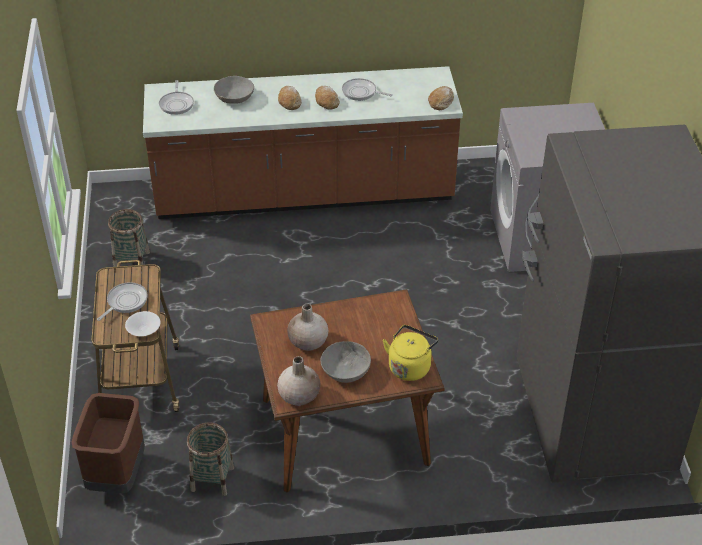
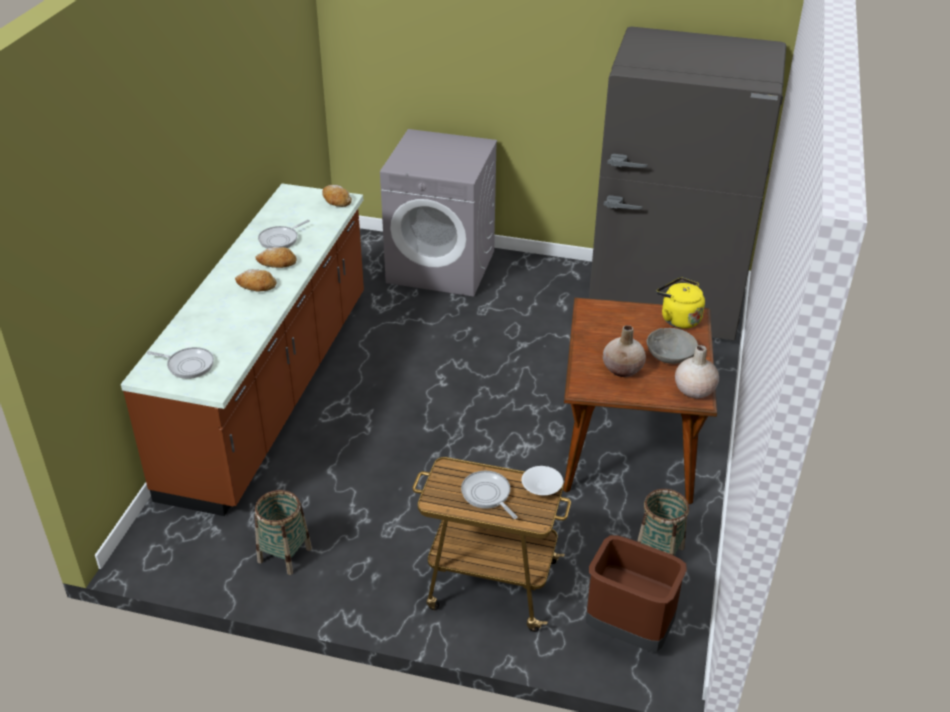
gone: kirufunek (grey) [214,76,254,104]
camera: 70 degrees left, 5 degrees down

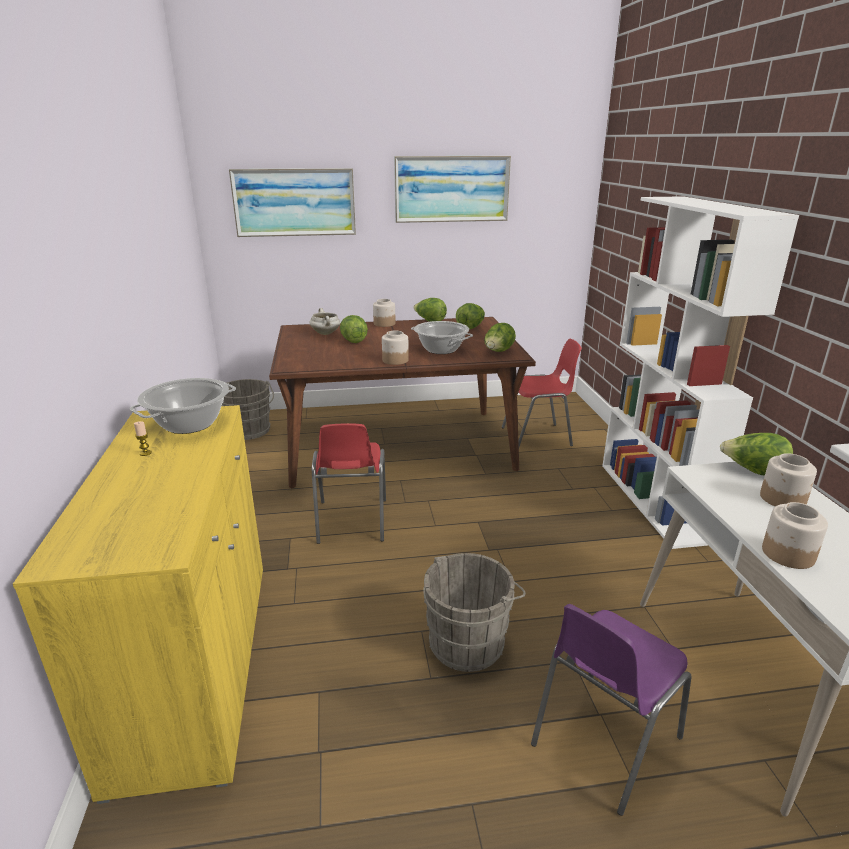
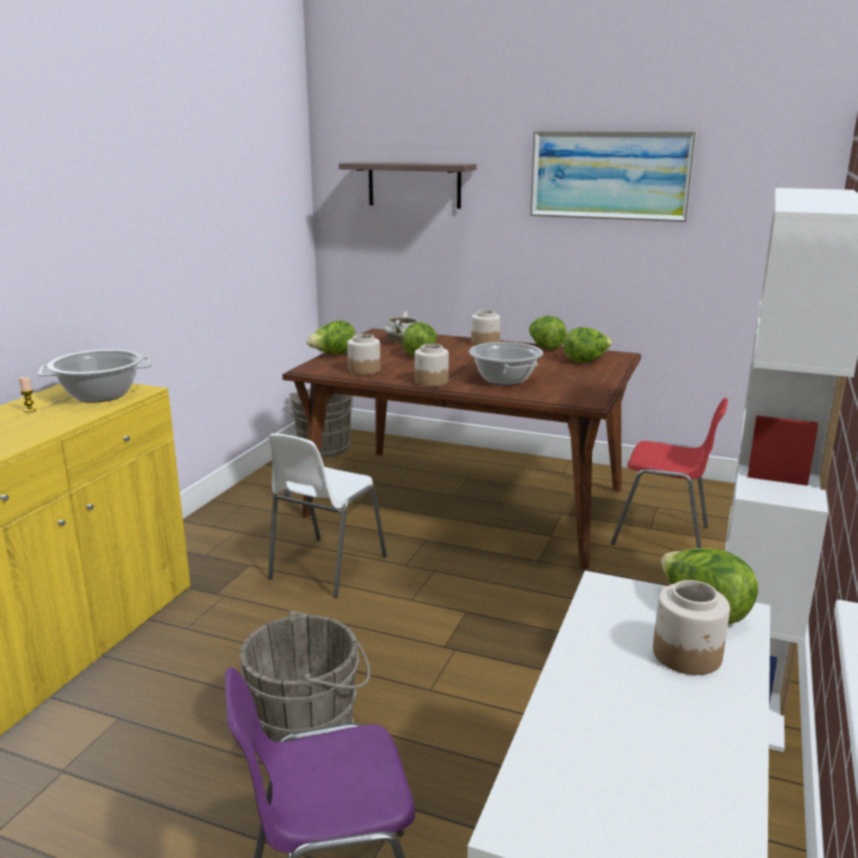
shifted: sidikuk [484,323,516,352] to [307,320,356,355]; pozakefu [762,502,828,569] to [347,334,380,375]
swapped: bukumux [229,168,356,237] to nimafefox [339,162,477,209]
repainted: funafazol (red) [312,423,386,544] to funafazol (white) [268,433,387,598]
camera: 30 degrees right, 5 degrees down

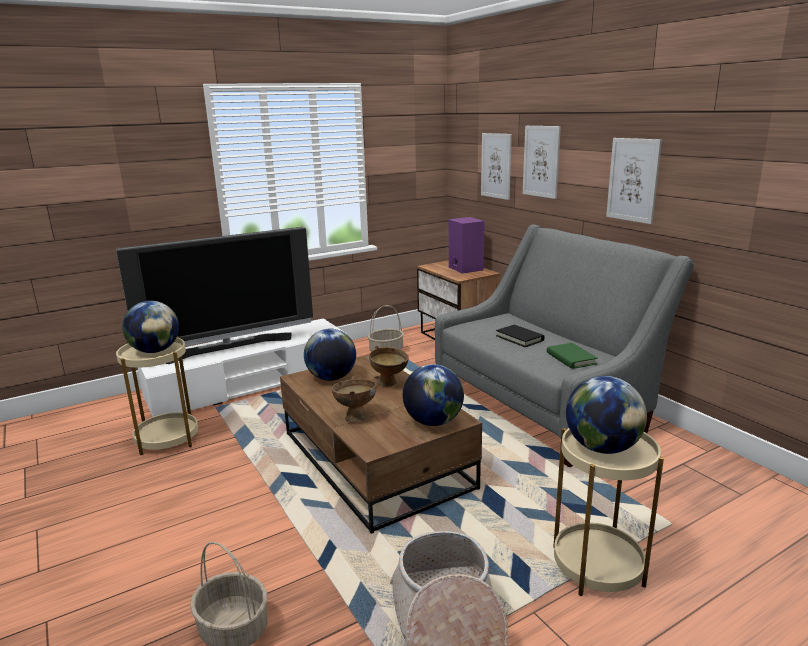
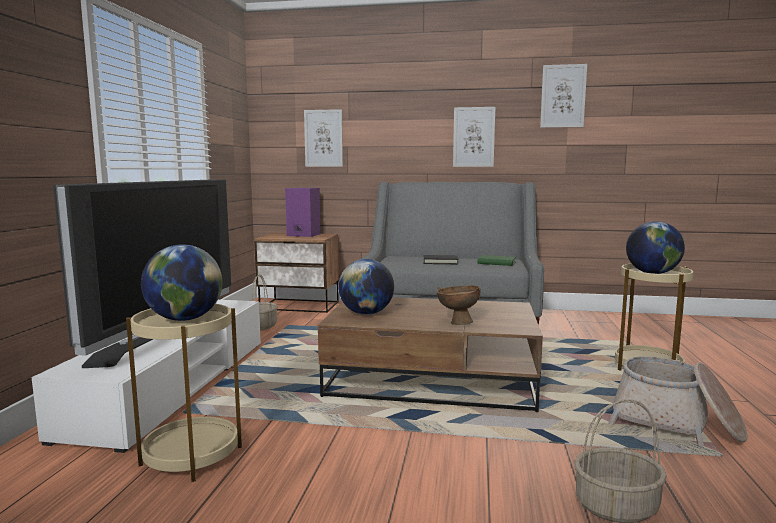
gone: kirufunek (brown) [369,346,409,387]; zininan [403,364,464,426]
shifted: bukumux [523,126,561,199] to [540,64,587,128]
camera: 50 degrees left, 10 degrees down

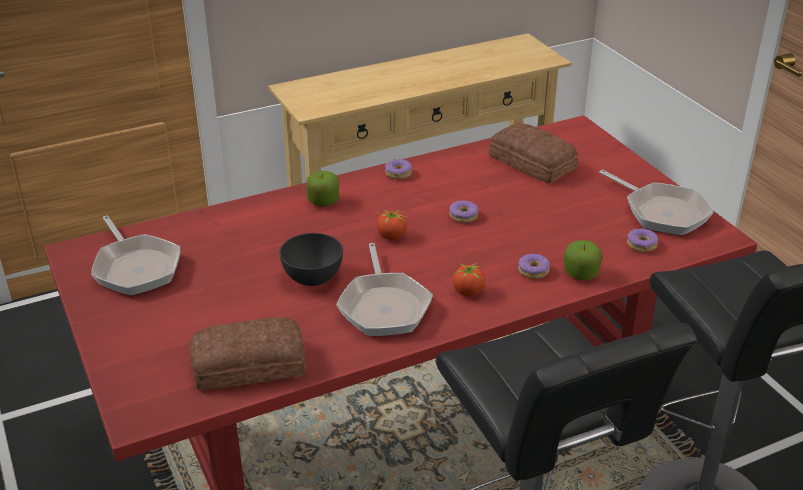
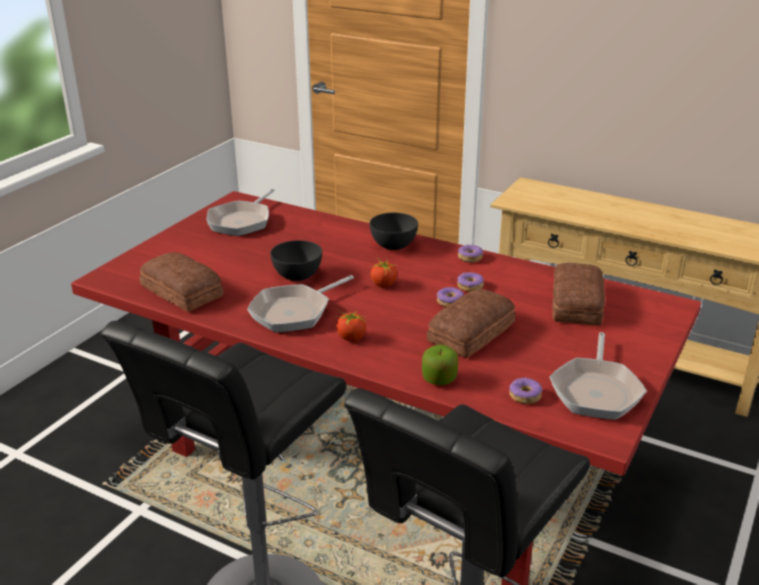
new: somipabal [427,289,515,358]
shifted: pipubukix [518,254,550,279] to [457,272,484,292]
swapped: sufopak [305,171,339,207] to kirufunek (grey) [370,213,418,250]
camera: 55 degrees right, 5 degrees down

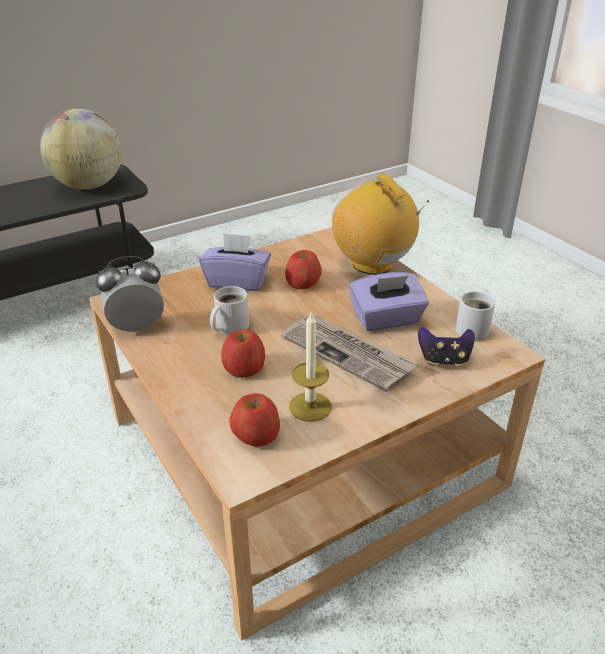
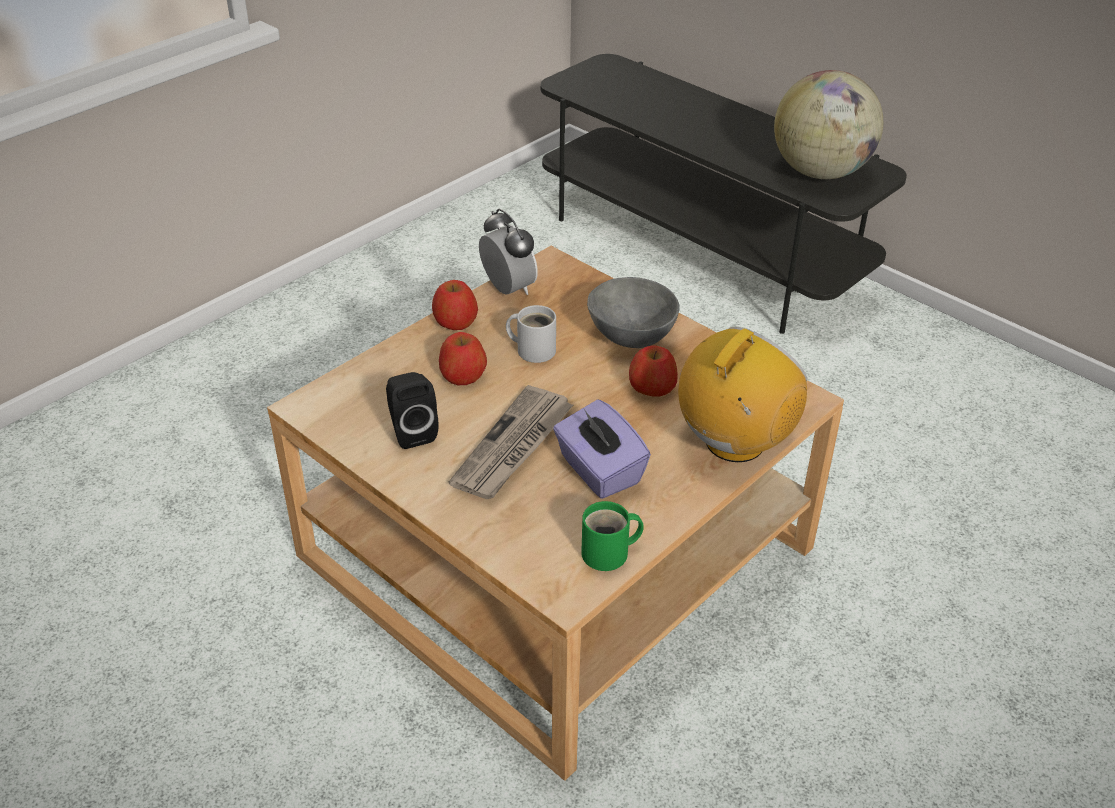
gone: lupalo [418,327,475,366]
shifted: sufopak [229,393,280,447] to [432,280,478,330]
swapped: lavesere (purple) [199,233,271,291] to kirufunek (grey) [587,277,680,348]; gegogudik [289,312,332,422] to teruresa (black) [386,372,438,449]
repainted: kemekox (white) [456,291,495,341] to kemekox (green) [581,501,644,571]
camera: 75 degrees right, 5 degrees up

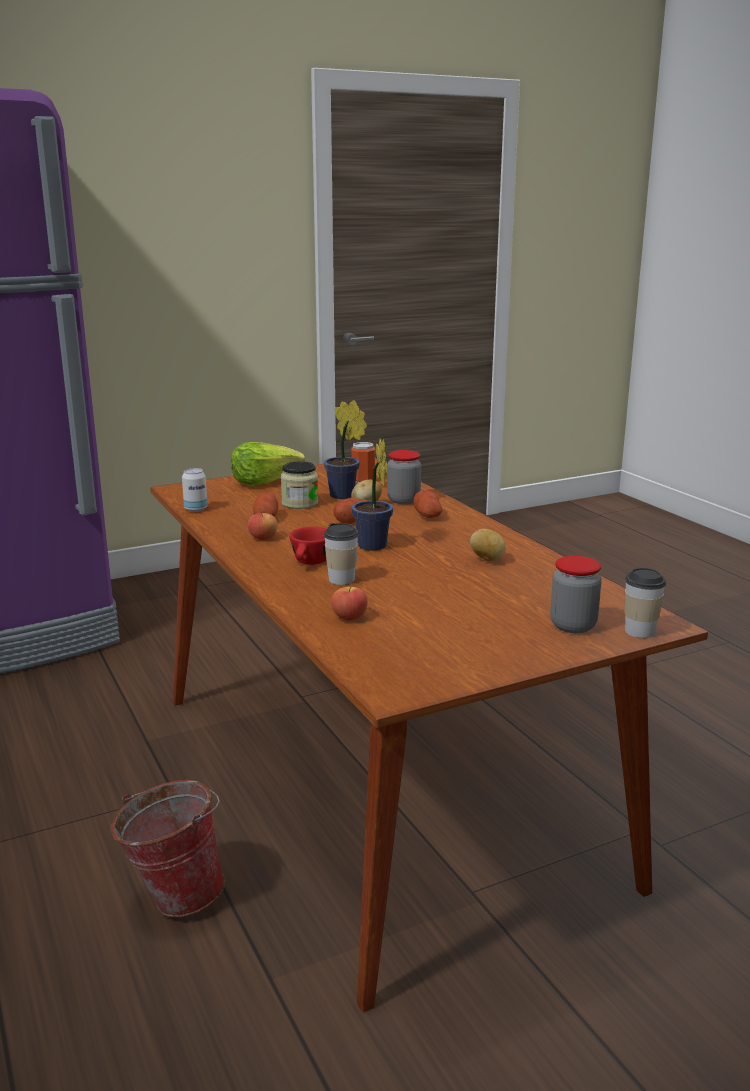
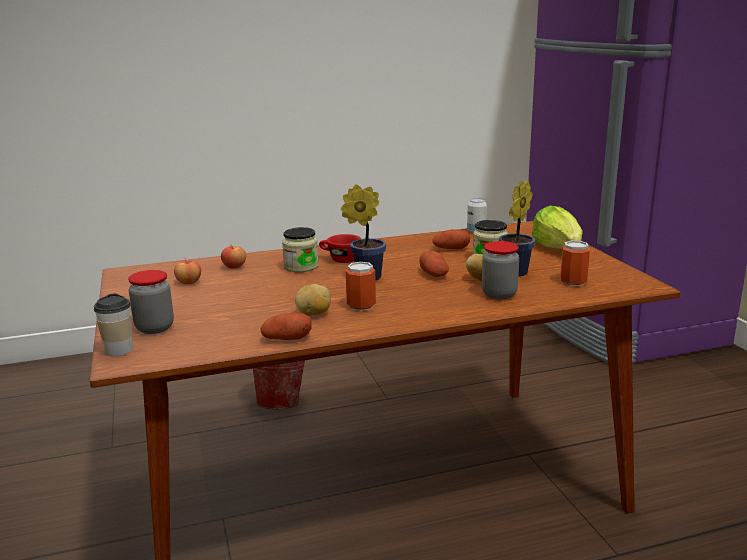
new: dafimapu [346,262,376,311]
shifted: sufopak [248,511,278,540] to [174,258,201,284]; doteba [414,490,442,518] to [261,313,311,340]
swapped: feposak [324,523,359,585] to pozakefu [282,227,319,272]
camera: 100 degrees right, 0 degrees up

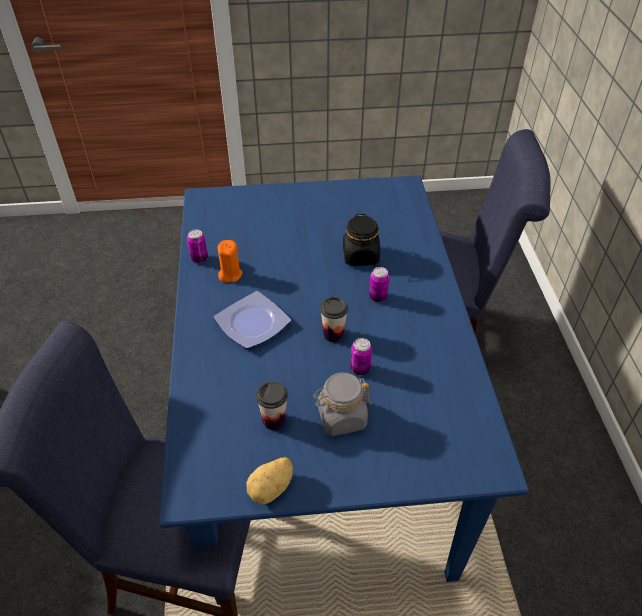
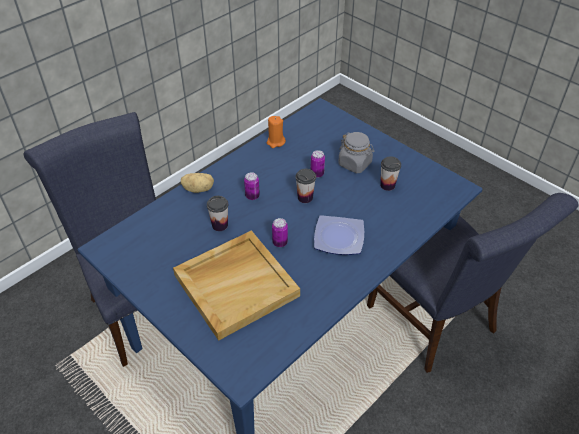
new: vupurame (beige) [173,230,300,341]
shifted: dafimapu [187,229,208,263] to [272,218,288,247]; gegogudik (orange) [217,240,242,283] to [267,116,286,148]; doteba [246,457,293,505] to [181,173,214,193]
swapped: pozakefu (black) [343,214,380,266] to feposak [207,196,228,231]
camera: 130 degrees left, 0 degrees up

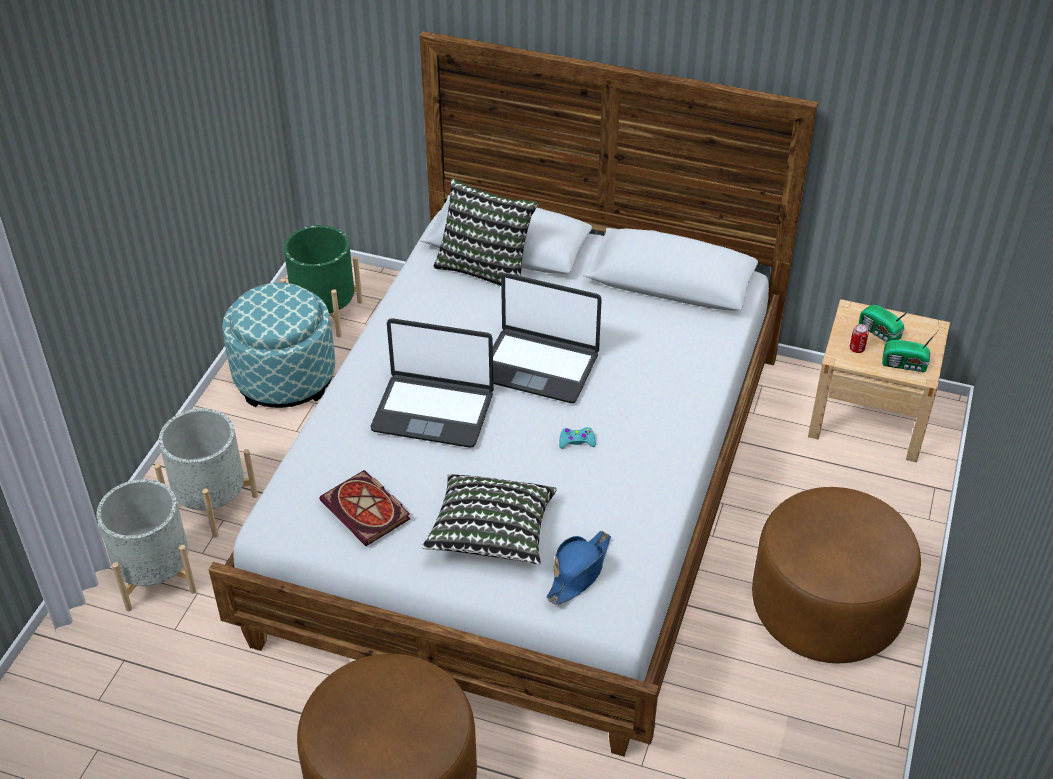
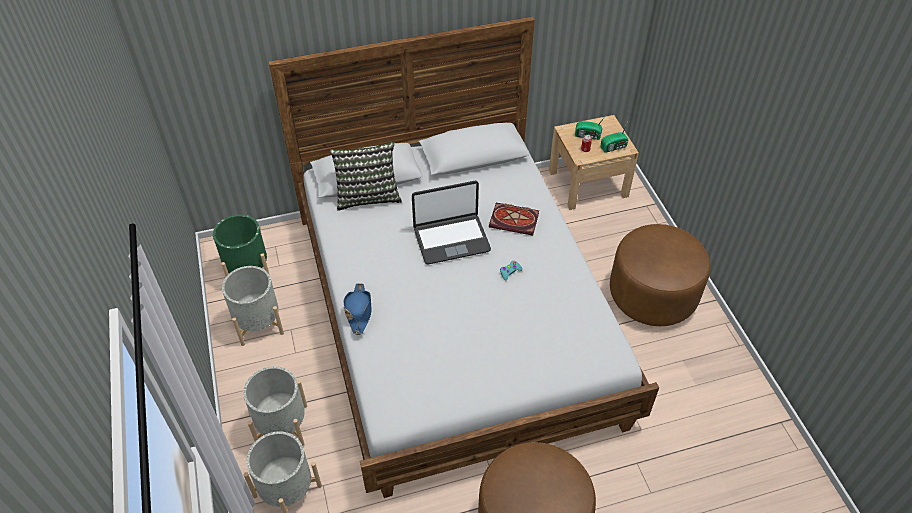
gone: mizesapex [371,318,494,448]; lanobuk [422,474,557,565]
shifted: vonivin [319,470,411,546] to [489,203,539,236]; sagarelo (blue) [547,531,611,605] to [343,283,372,335]
swapped: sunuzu [222,283,335,408] to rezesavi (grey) [222,266,284,346]
camera: 35 degrees left, 5 degrees up

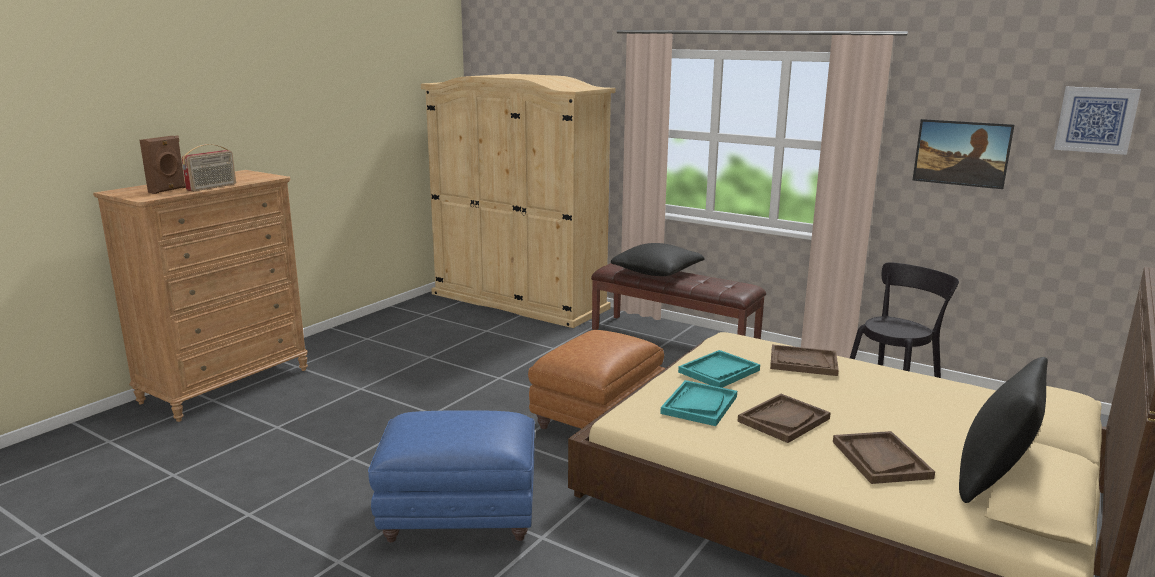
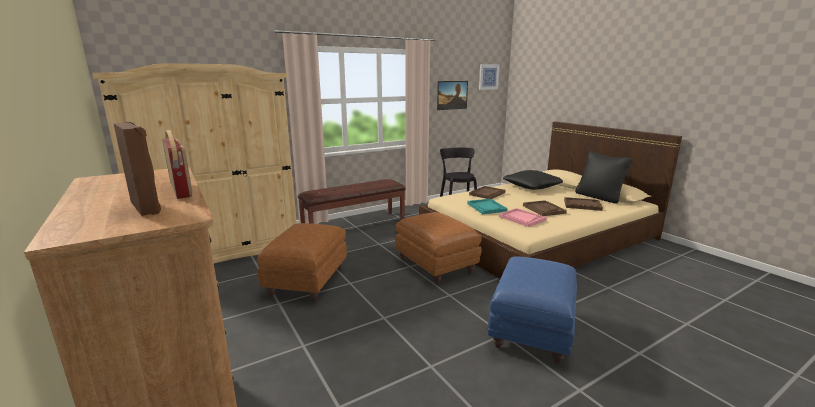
new: sunuzu (brown) [257,223,347,301]
shifted: lanobuk (black) [611,243,705,276] to [503,170,563,190]
repainted: vupurame (turquoise) [660,380,737,426] to vupurame (pink) [499,208,547,227]
camera: 65 degrees left, 0 degrees up

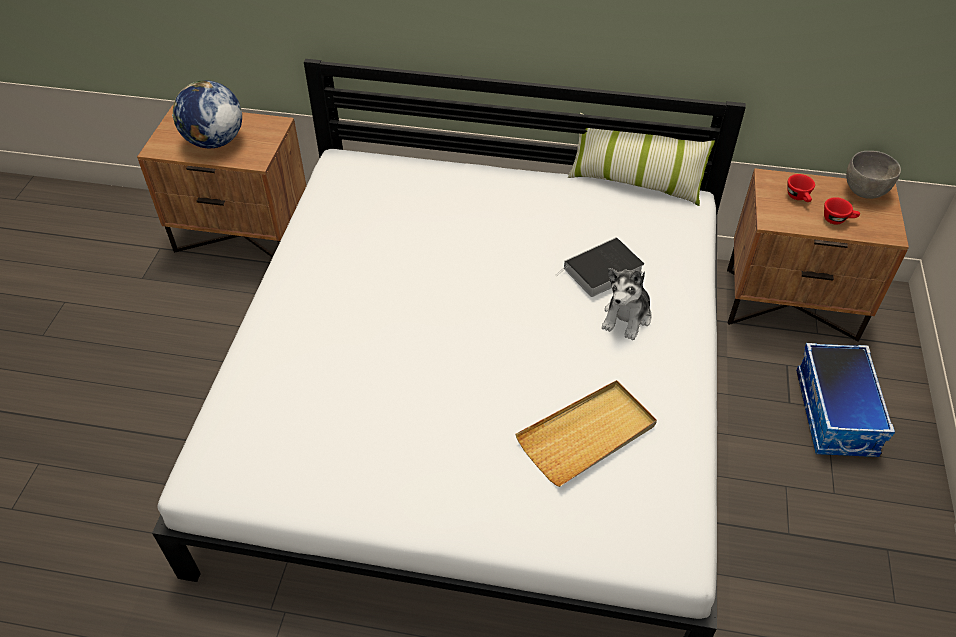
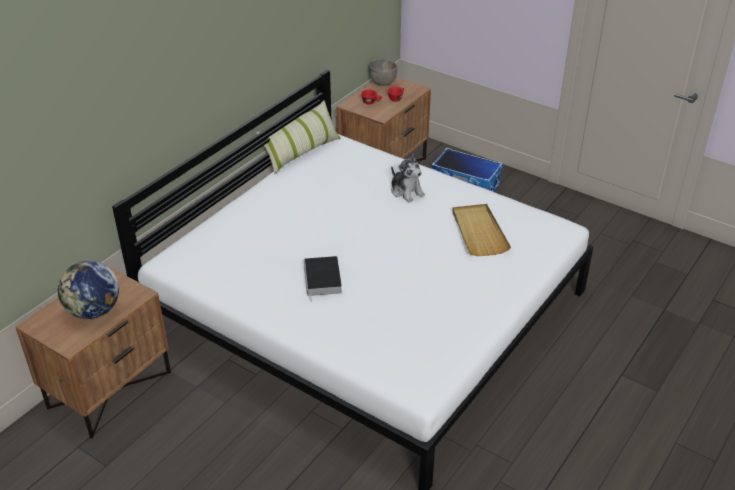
shifted: vonivin [556,237,644,297] to [304,256,342,302]
camera: 65 degrees left, 10 degrees down

